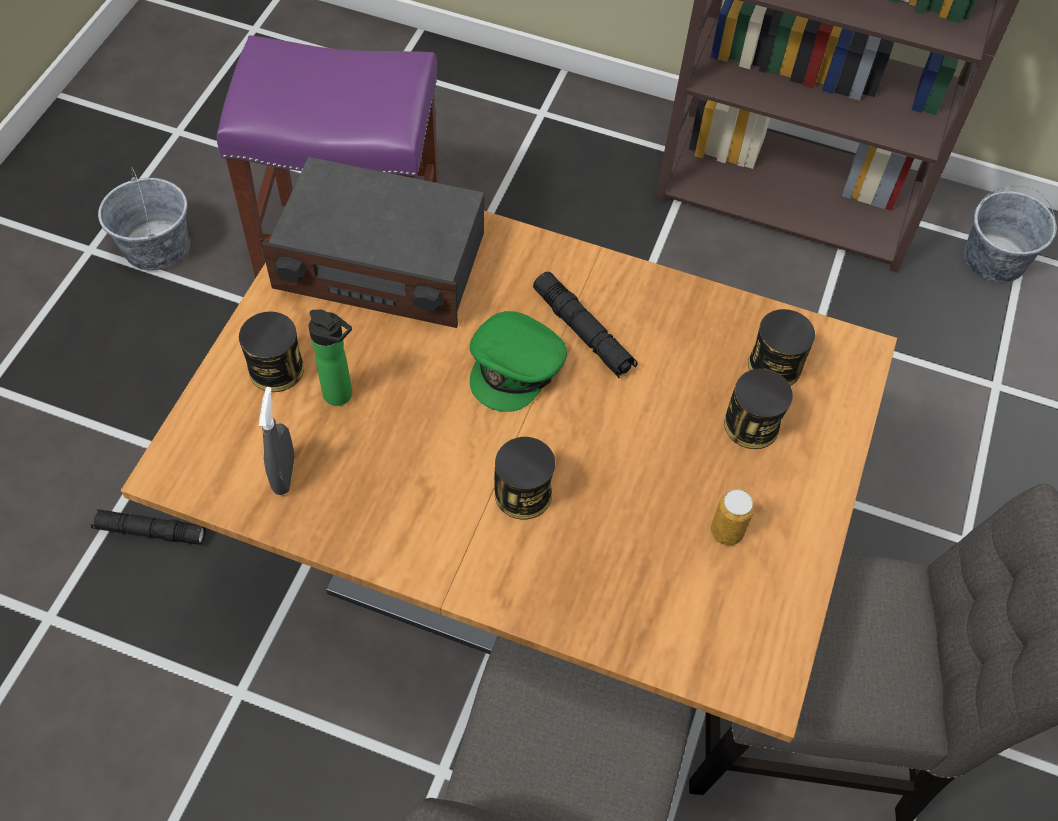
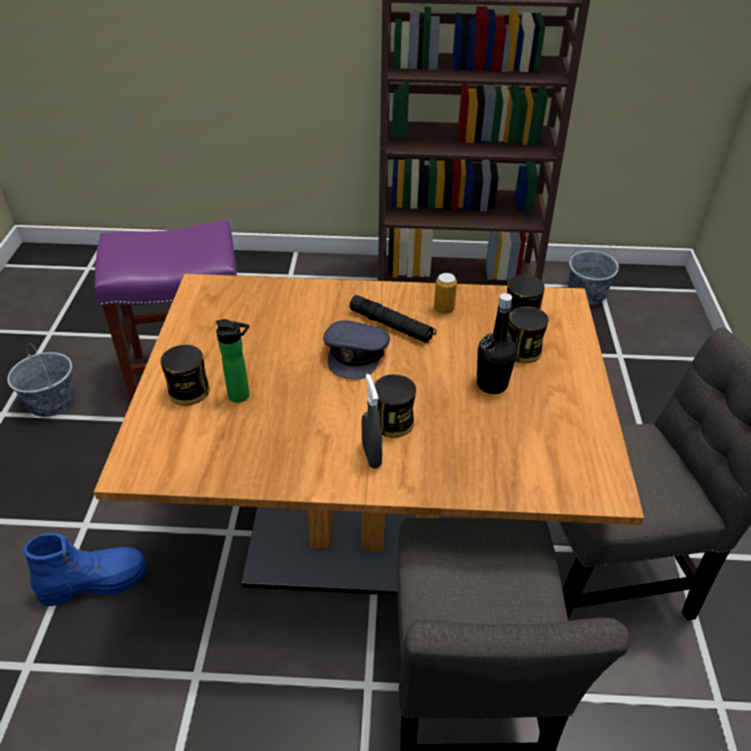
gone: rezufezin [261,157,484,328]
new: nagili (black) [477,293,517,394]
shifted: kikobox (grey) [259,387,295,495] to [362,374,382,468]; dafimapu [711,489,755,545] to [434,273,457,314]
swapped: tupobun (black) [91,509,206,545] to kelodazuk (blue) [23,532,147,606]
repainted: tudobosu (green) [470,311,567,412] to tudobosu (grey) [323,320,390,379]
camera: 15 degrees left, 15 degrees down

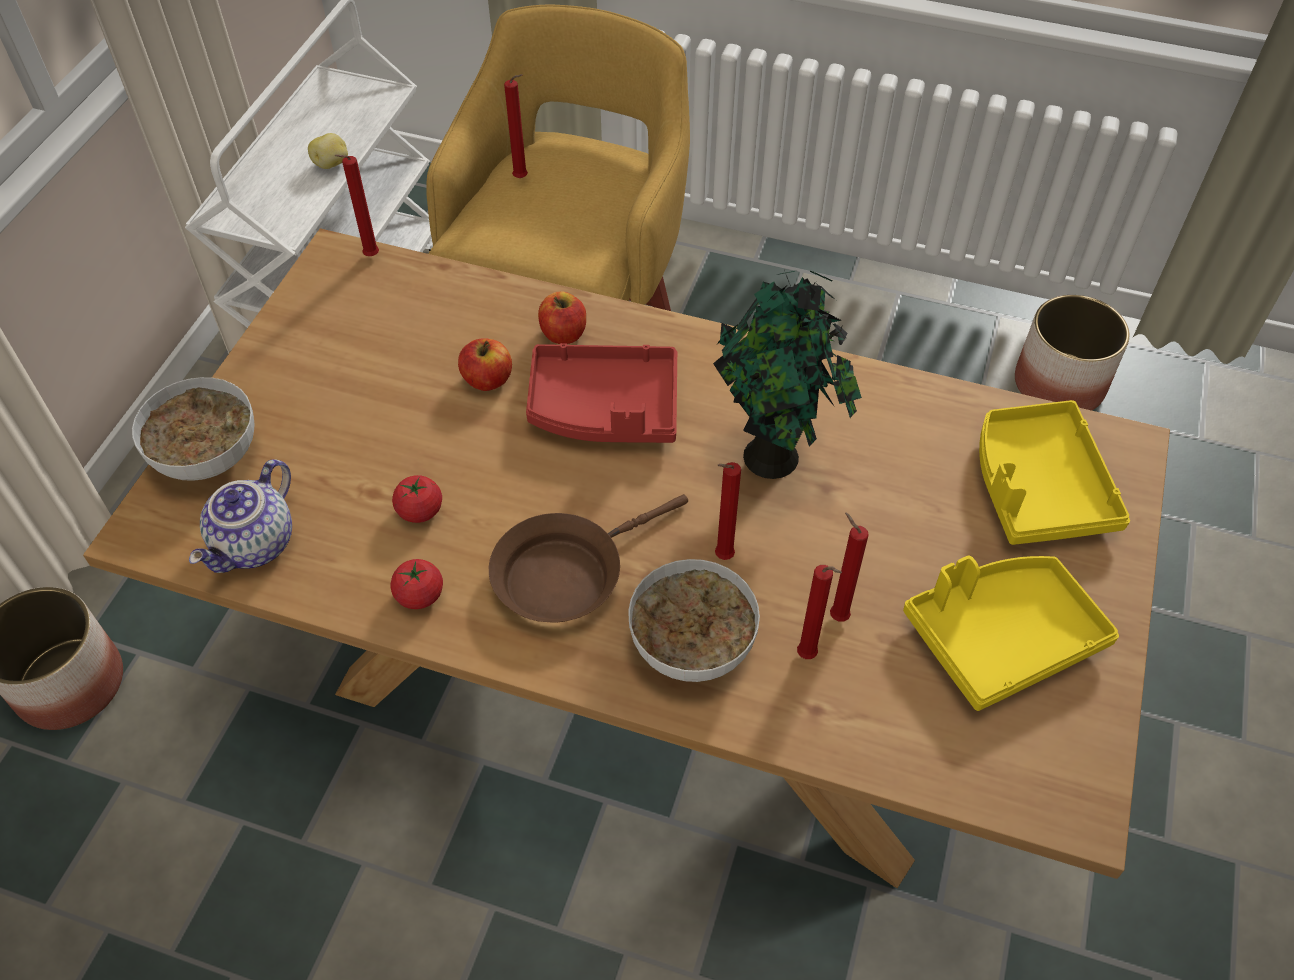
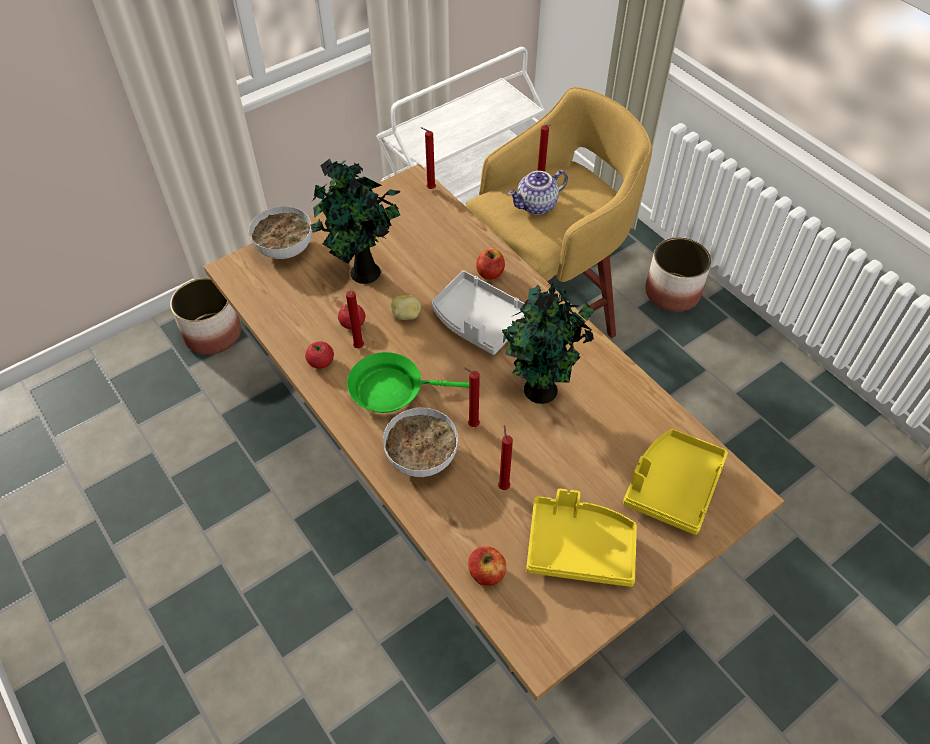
new: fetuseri [310,159,400,284]
shifted: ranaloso [189,459,292,573] to [508,170,568,215]; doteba [308,133,348,169] to [391,295,421,320]; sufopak [458,338,512,391] to [468,546,506,586]; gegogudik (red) [797,565,842,659] to [346,291,364,348]; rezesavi [1015,295,1130,411] to [645,237,711,312]
repainted: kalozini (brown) [489,494,688,622] to kalozini (green) [347,352,469,413]; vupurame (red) [526,343,677,443] to vupurame (grey) [432,271,525,355]
camera: 35 degrees right, 0 degrees up

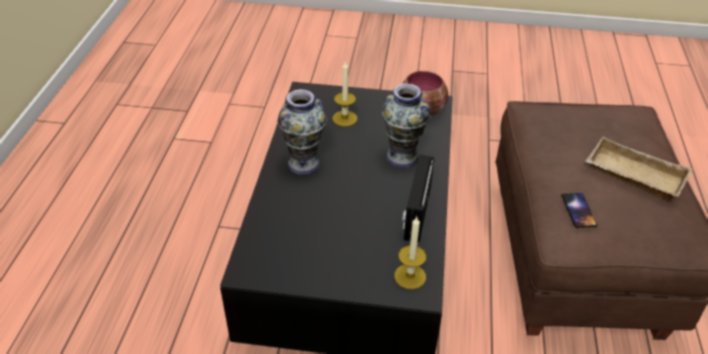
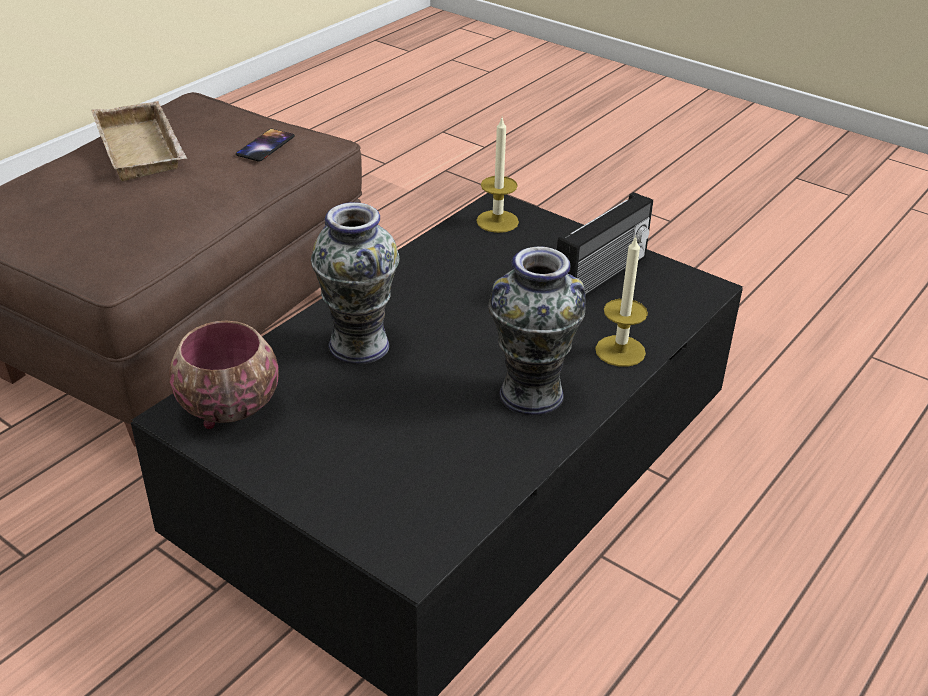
shifted: gegogudik [332,62,357,126] to [595,235,648,367]; rezufezin [402,154,434,242] to [557,192,653,297]
camera: 150 degrees left, 5 degrees down

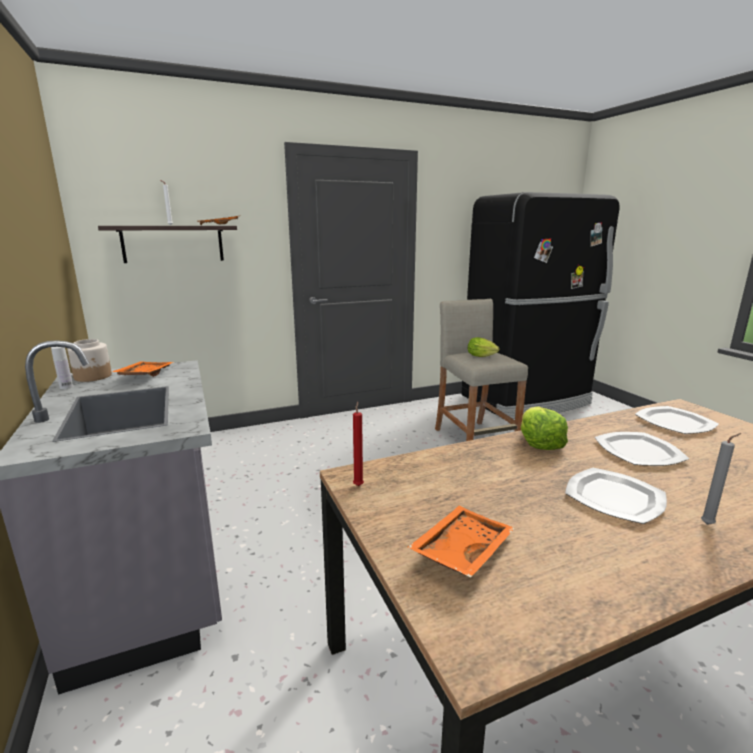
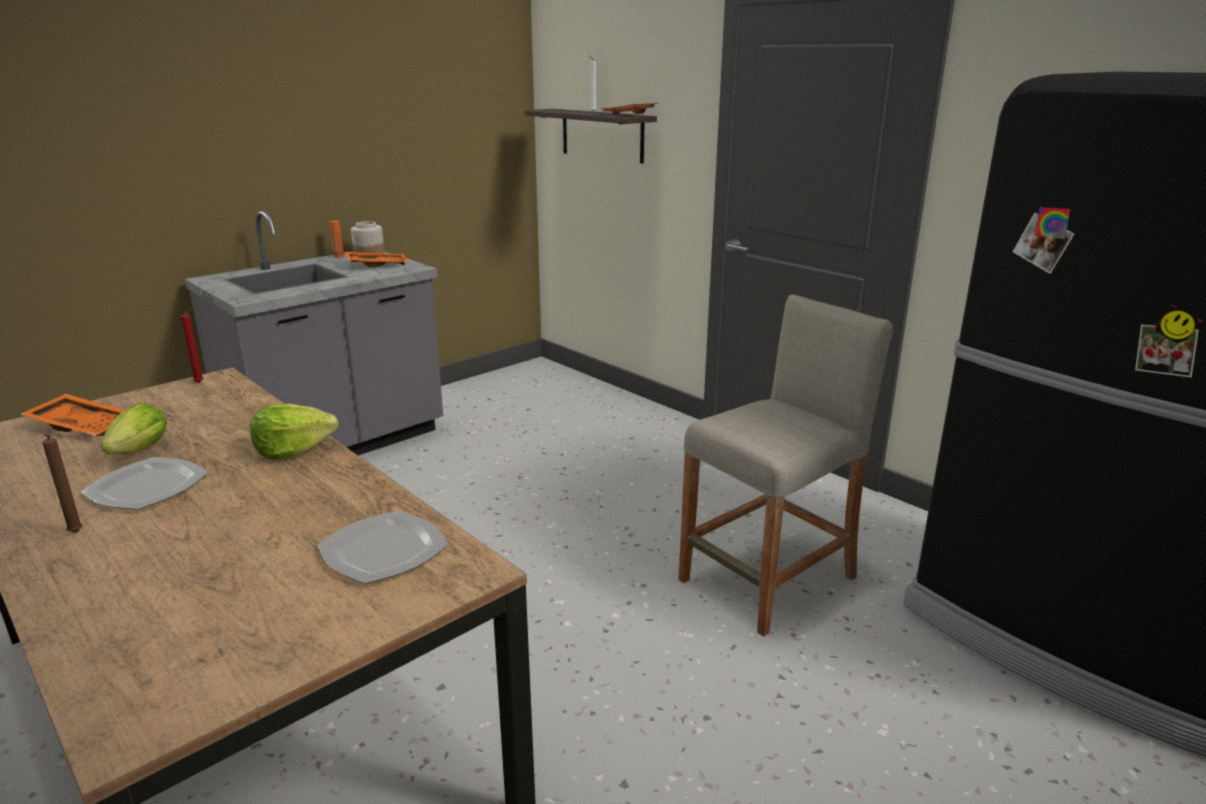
gone: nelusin [595,432,689,466]
shifted: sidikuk [468,337,499,357] to [102,402,167,455]
repainted: nagili (white) [51,347,73,389] to nagili (orange) [330,220,344,258]; gegogudik (grey) [701,433,741,525] to gegogudik (brown) [42,434,83,533]
camera: 70 degrees right, 5 degrees up

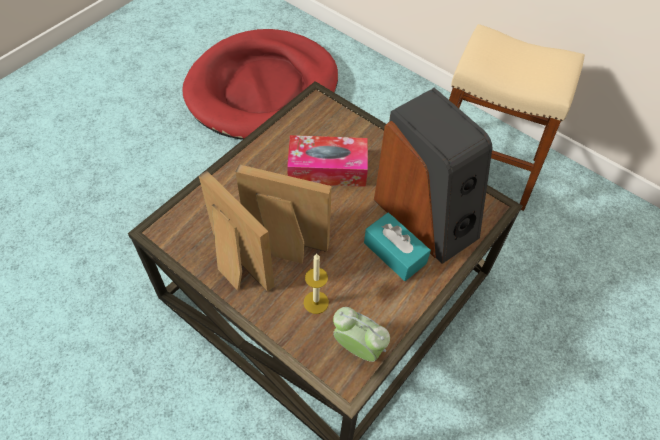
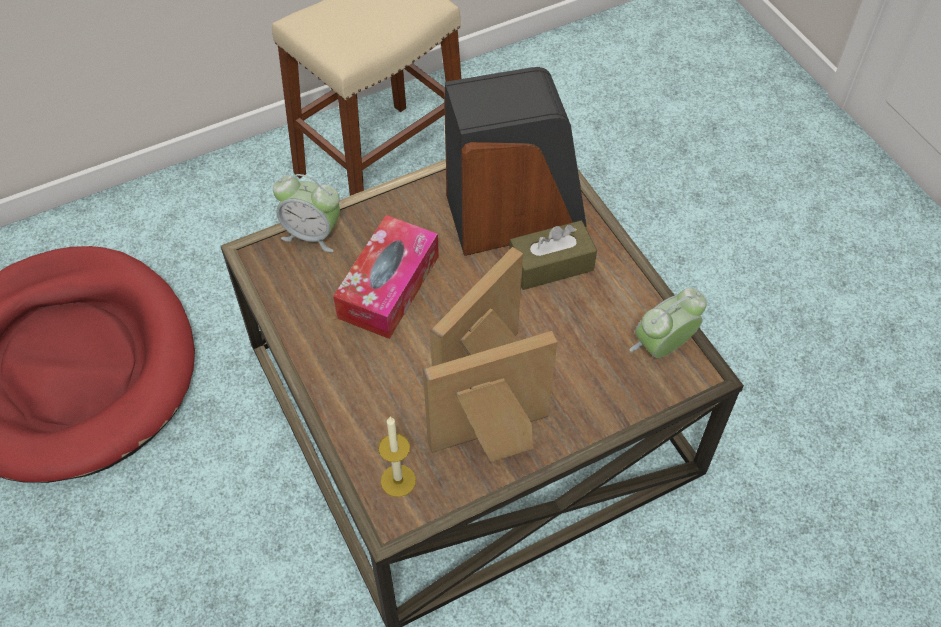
new: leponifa [273,174,340,252]
shifted: gegogudik [304,254,329,314] to [378,416,416,497]
repainted: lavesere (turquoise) [364,213,431,281] to lavesere (brown) [509,220,597,290]
camera: 65 degrees left, 0 degrees up

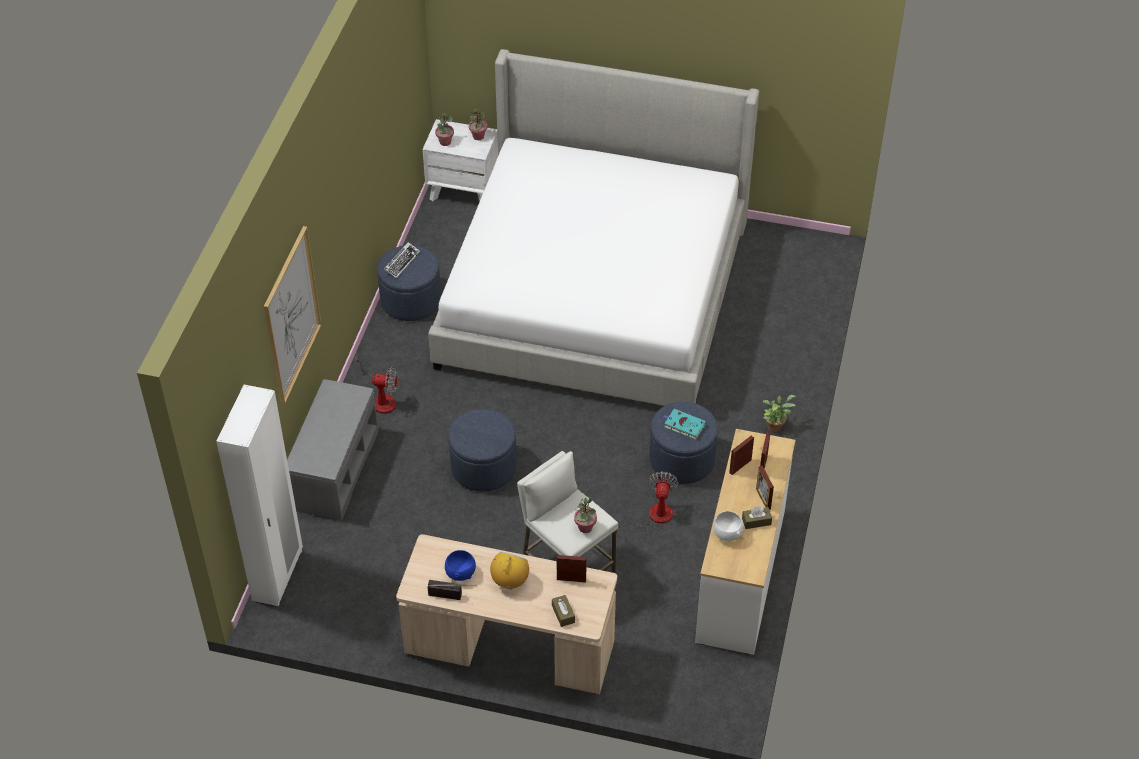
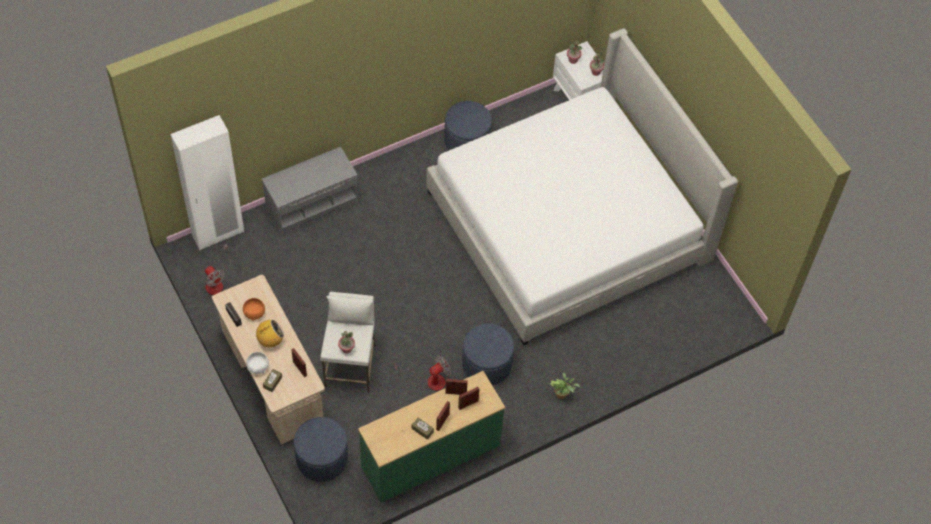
gone: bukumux [264,226,321,404]; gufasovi [384,242,420,278]; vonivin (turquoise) [664,409,706,440]
shifted: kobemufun [355,356,397,414] to [205,244,231,295]; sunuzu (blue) [449,409,517,492] to [294,417,348,481]; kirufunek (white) [713,511,743,541] to [246,352,269,374]
repainted: kirufunek (blue) [445,550,476,581] to kirufunek (orange) [243,298,265,321]; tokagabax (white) [695,429,796,655] to tokagabax (green) [358,371,505,503]
camera: 45 degrees right, 10 degrees up

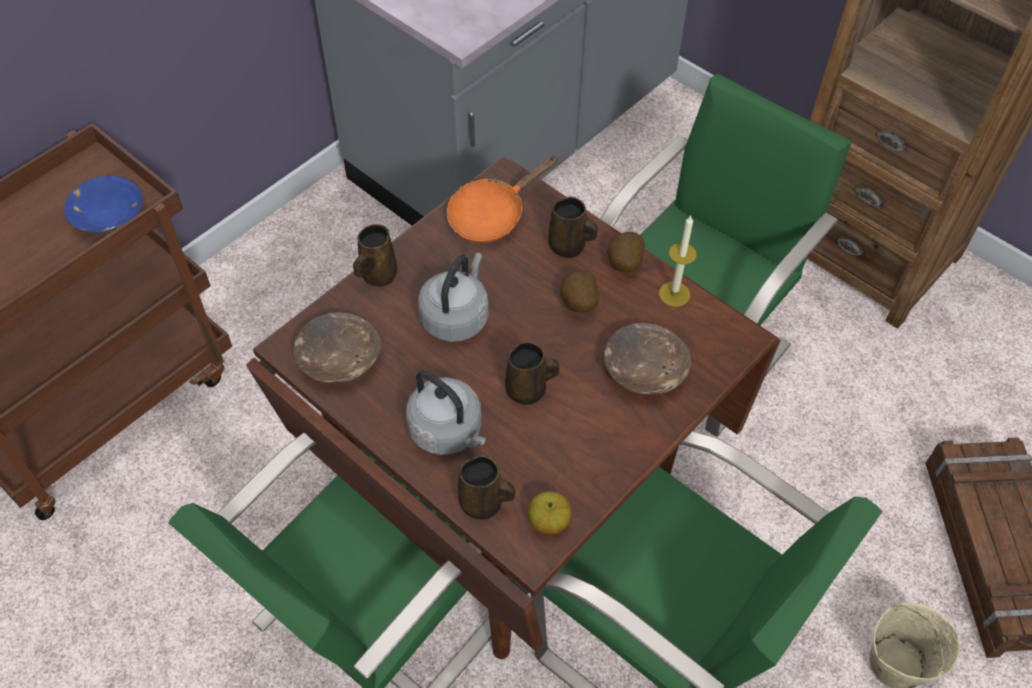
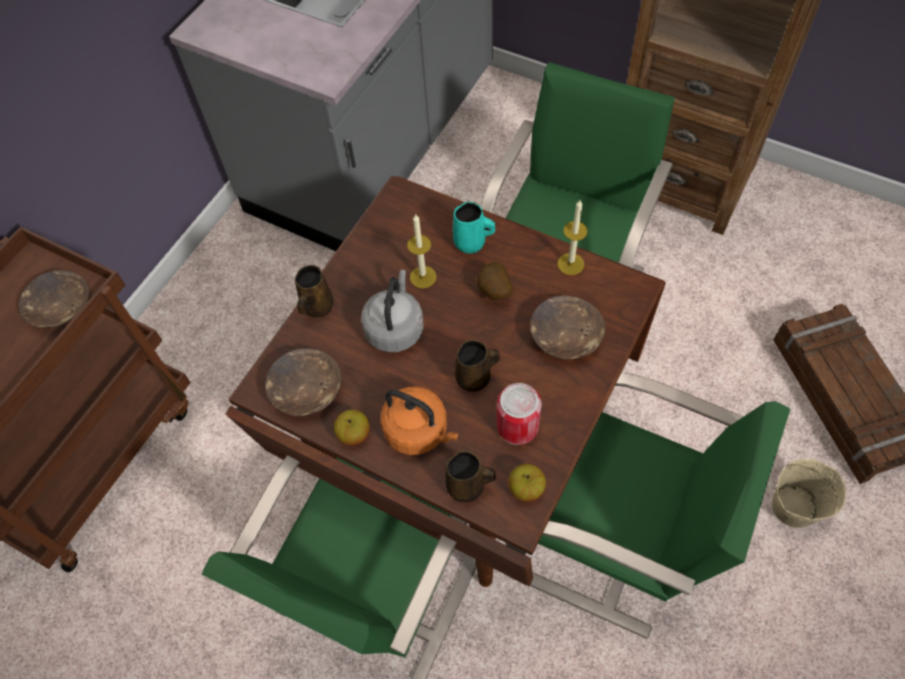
gone: kalozini (orange) [446,156,558,243]; doteba [607,232,645,272]
new: sufopak [334,410,370,445]; gegogudik [407,214,437,288]; dafimapu [497,383,542,445]
repainted: kirufunek (blue) [64,176,143,233] to kirufunek (brown) [19,270,89,328]; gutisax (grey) [406,370,486,455] to gutisax (orange) [381,386,458,455]; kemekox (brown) [549,196,598,258] to kemekox (turquoise) [453,201,495,254]
camera: 10 degrees left, 5 degrees up

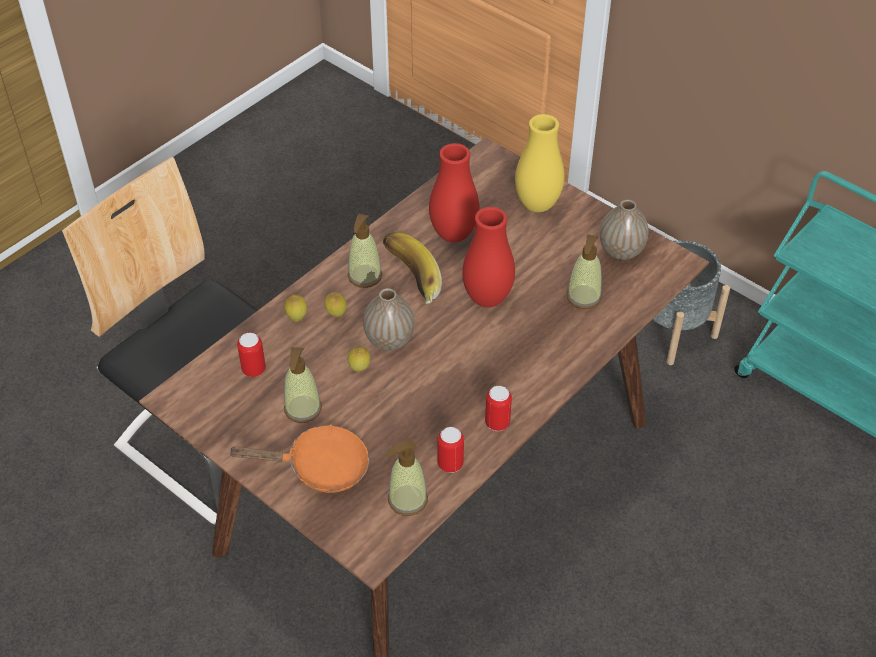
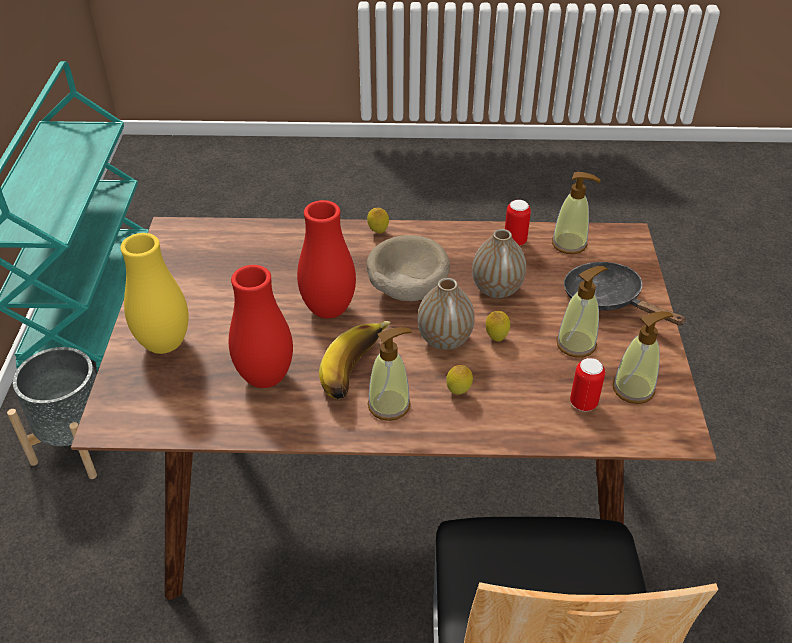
gone: dafimapu [485,386,512,431]
new: kirufunek (beige) [367,235,450,301]
shifted: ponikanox [284,295,307,322] to [367,208,389,233]; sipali [567,234,602,309] to [613,311,673,404]; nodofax [600,199,649,260] to [472,229,526,298]
repainted: kalozini (orange) [228,424,369,493] to kalozini (black) [564,262,687,326]
camera: 130 degrees left, 5 degrees down

